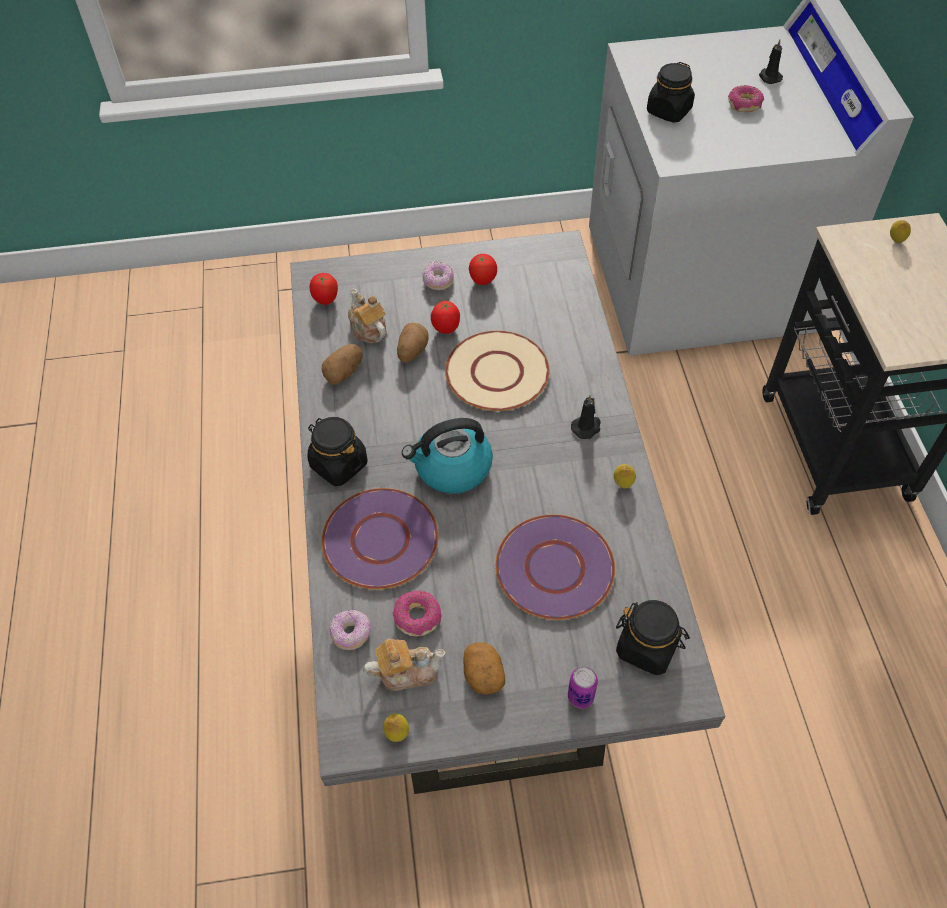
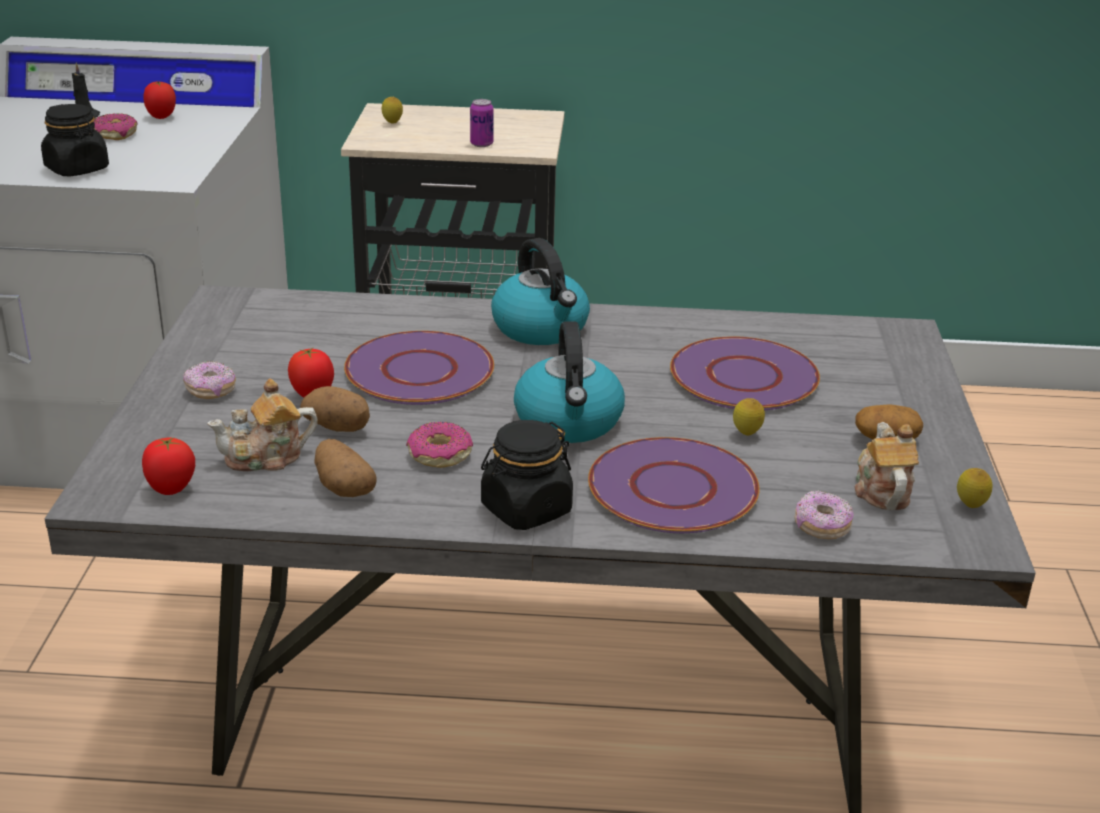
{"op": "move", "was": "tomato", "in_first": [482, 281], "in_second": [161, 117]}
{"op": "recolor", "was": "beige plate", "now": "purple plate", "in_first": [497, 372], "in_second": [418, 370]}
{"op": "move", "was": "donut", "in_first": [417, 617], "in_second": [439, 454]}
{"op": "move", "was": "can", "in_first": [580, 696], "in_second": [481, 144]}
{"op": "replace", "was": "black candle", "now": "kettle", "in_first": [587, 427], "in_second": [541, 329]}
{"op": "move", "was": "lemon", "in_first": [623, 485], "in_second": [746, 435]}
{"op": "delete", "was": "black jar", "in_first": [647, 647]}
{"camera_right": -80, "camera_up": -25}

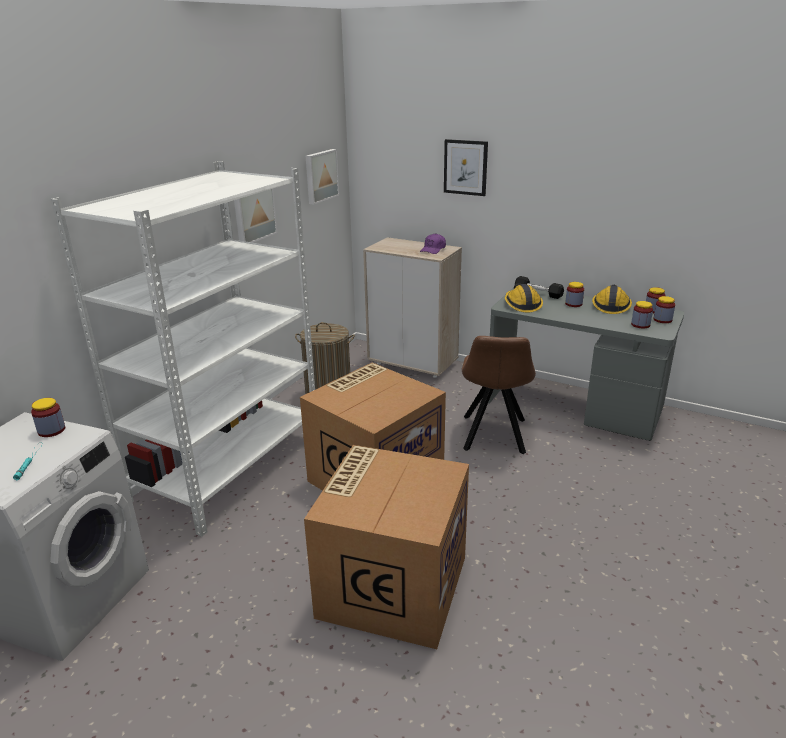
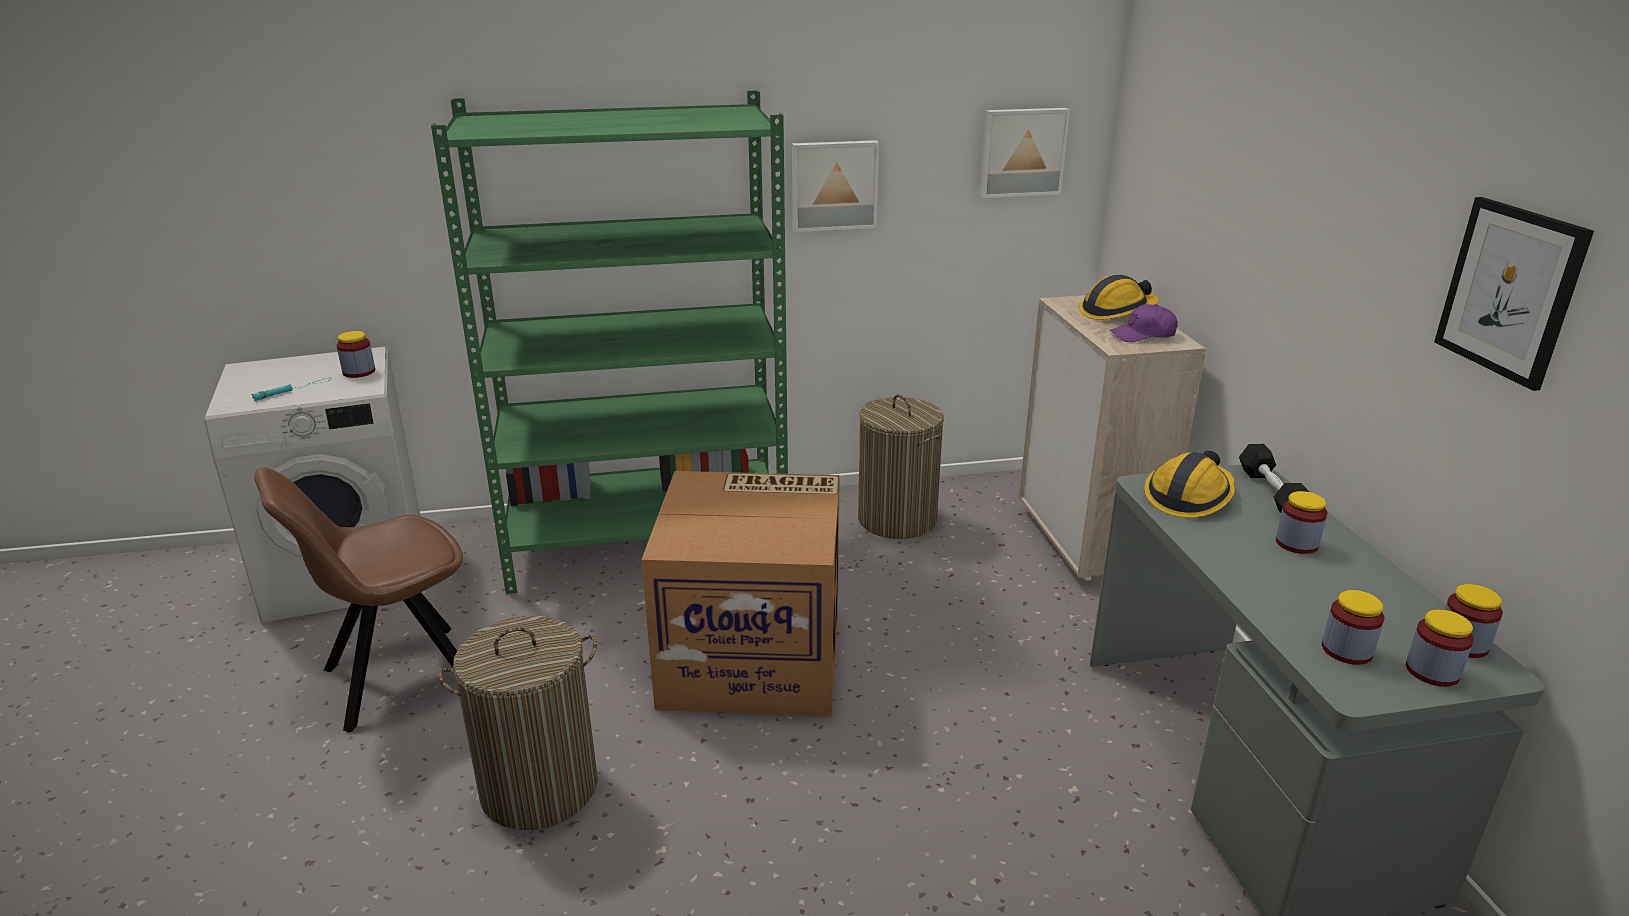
{"op": "move", "was": "brown chair", "in_first": [494, 435], "in_second": [400, 678]}
{"op": "recolor", "was": "white bookcase", "now": "green bookcase", "in_first": [230, 468], "in_second": [647, 541]}
{"op": "replace", "was": "cardboard box", "now": "laundry basket", "in_first": [392, 585], "in_second": [540, 787]}
{"op": "move", "was": "hard hat", "in_first": [611, 306], "in_second": [1116, 312]}
{"op": "move", "was": "picture", "in_first": [465, 167], "in_second": [1510, 291]}
{"camera_right": 50, "camera_up": 0}

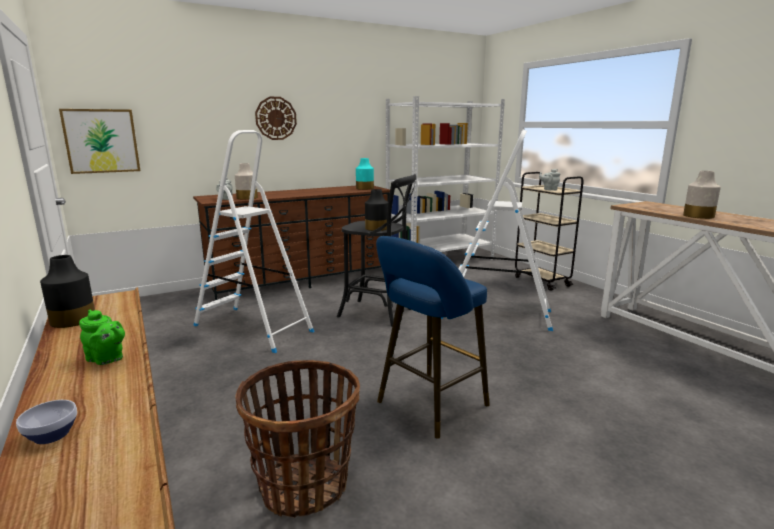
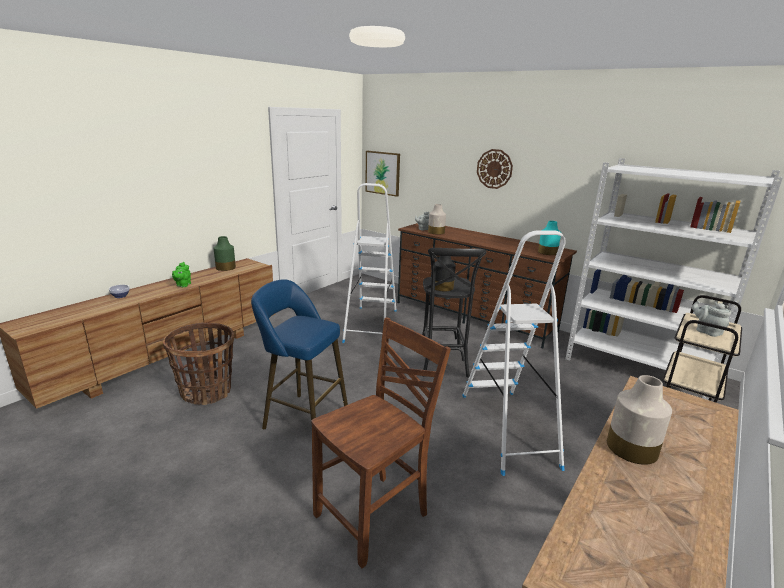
{"op": "recolor", "was": "black vase", "now": "green vase", "in_first": [72, 319], "in_second": [225, 267]}
{"op": "insert", "now": "brown chair", "in_second": [374, 516]}
{"camera_right": 65, "camera_up": 5}

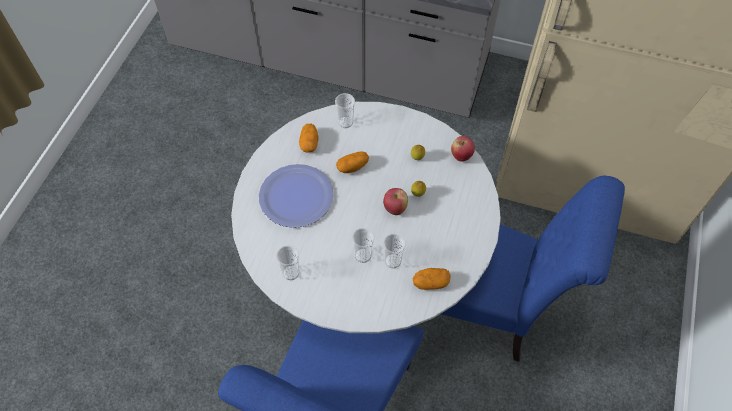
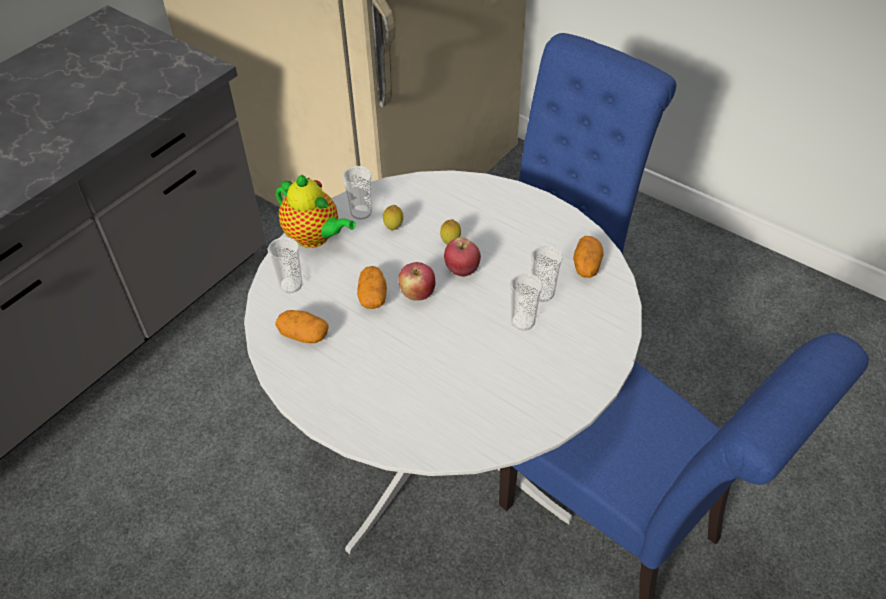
{"op": "insert", "now": "teapot", "in_second": [315, 237]}
{"op": "move", "was": "cup", "in_first": [291, 273], "in_second": [361, 212]}
{"op": "move", "was": "apple", "in_first": [461, 156], "in_second": [417, 294]}
{"op": "delete", "was": "plate", "in_first": [296, 196]}
{"camera_right": -70, "camera_up": -10}

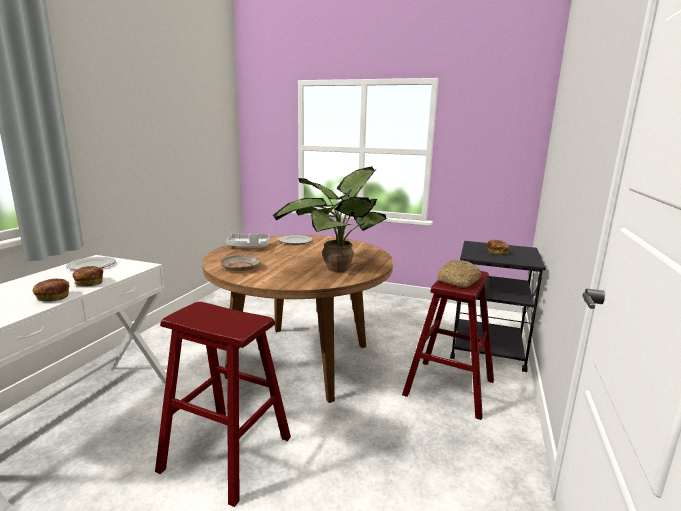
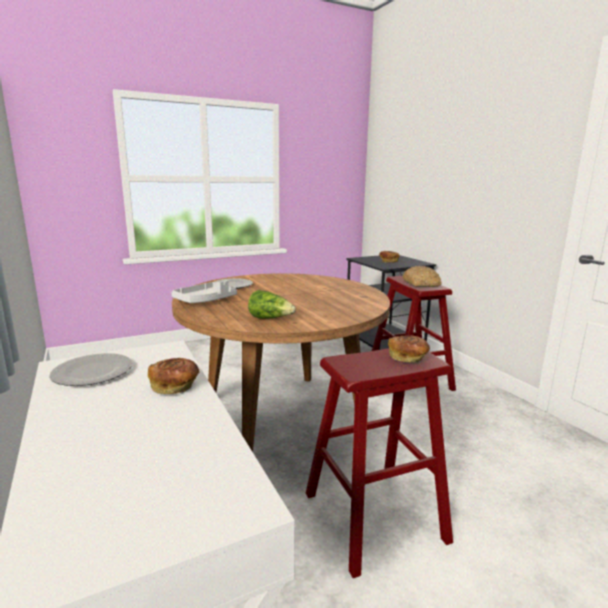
{"op": "replace", "was": "beige plate", "now": "lettuce", "in_first": [241, 268], "in_second": [270, 318]}
{"op": "move", "was": "bread", "in_first": [52, 297], "in_second": [408, 358]}
{"op": "delete", "was": "potted plant", "in_first": [333, 268]}
{"camera_right": -45, "camera_up": 0}

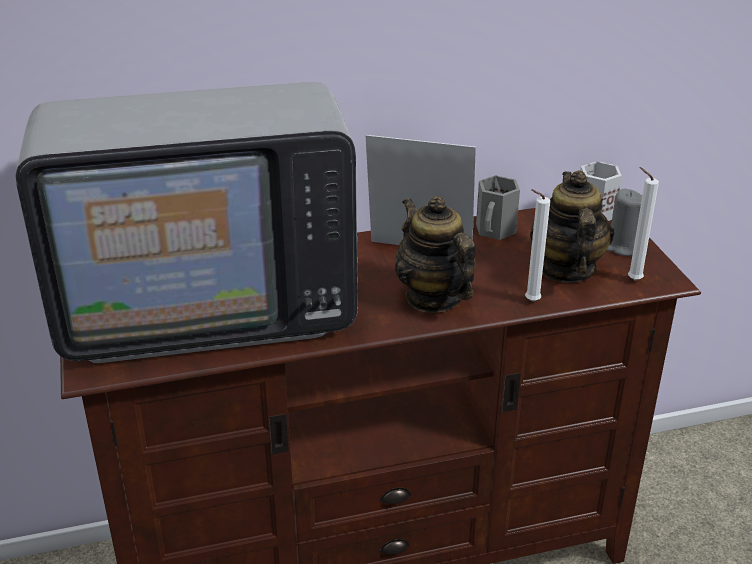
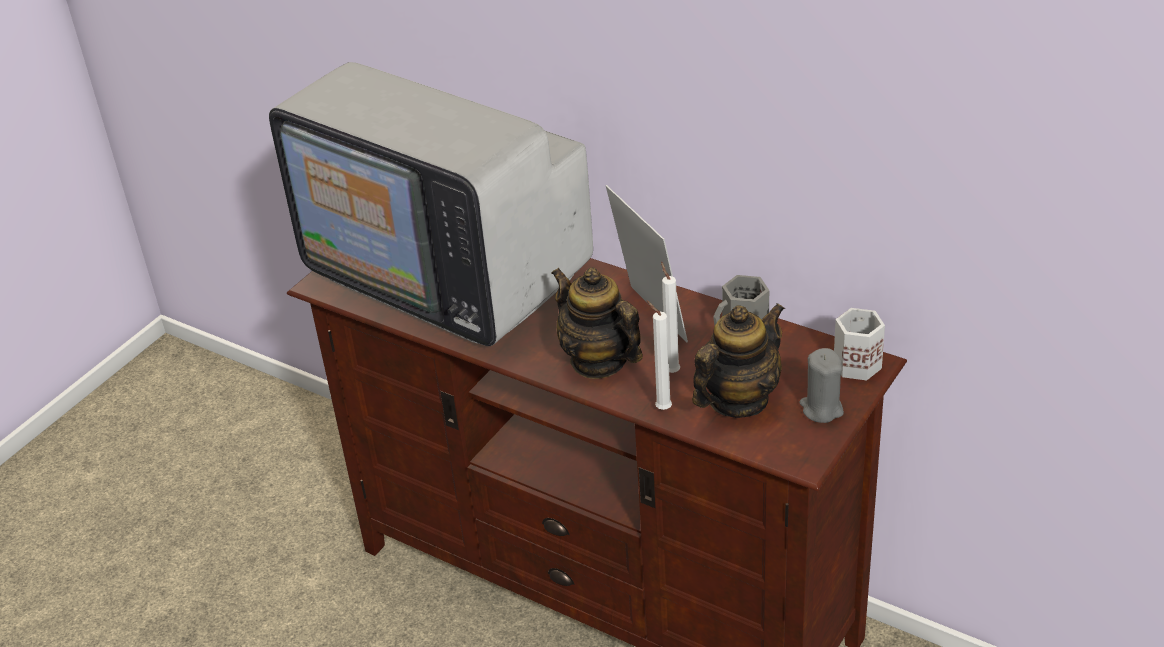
{"op": "rotate", "was": "teapot", "in_first": [433, 297], "in_second": [598, 361], "clockwise": -60}
{"op": "move", "was": "white candle", "in_first": [632, 280], "in_second": [671, 371]}
{"camera_right": 50, "camera_up": 5}

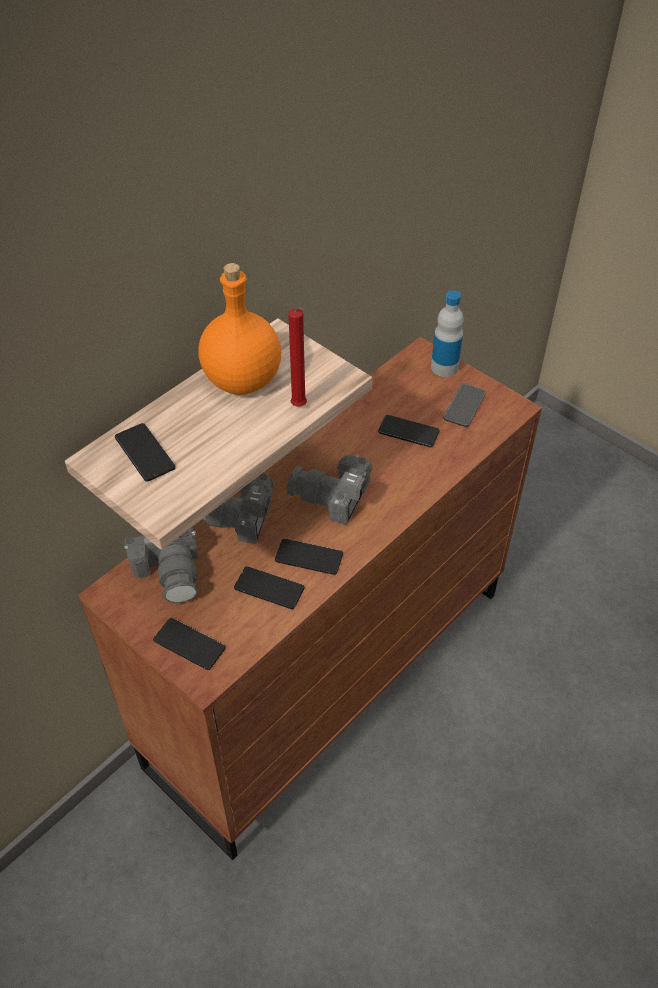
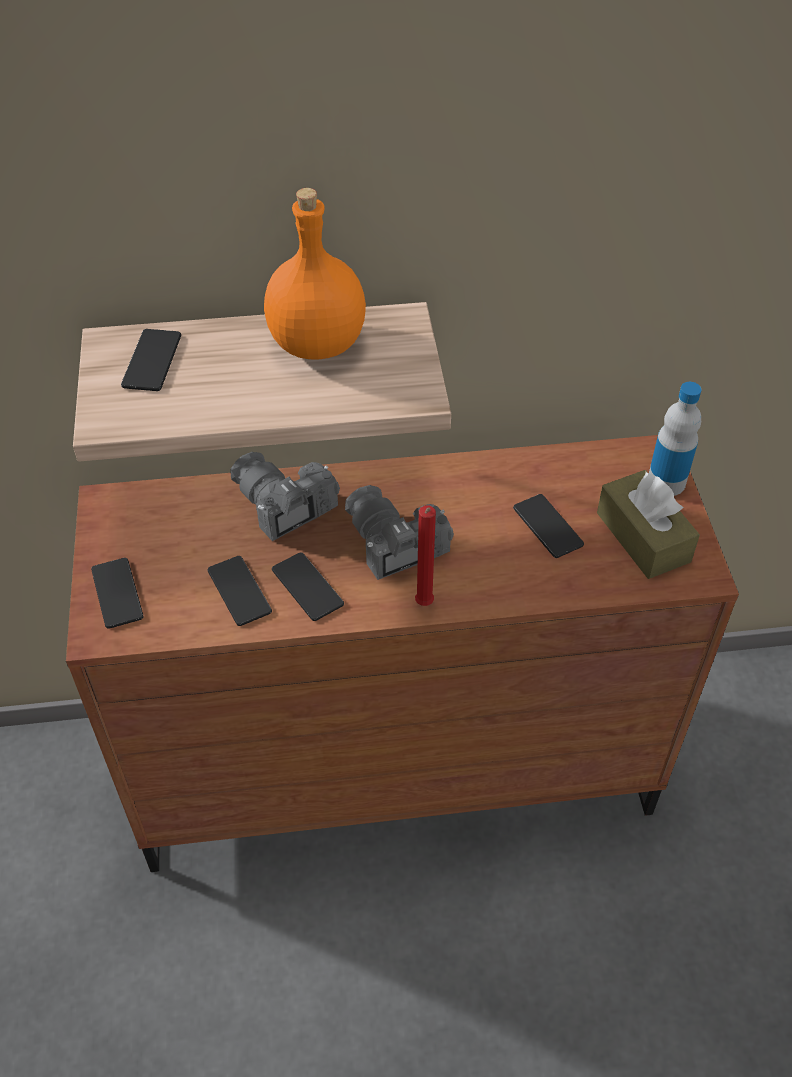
{"op": "move", "was": "red candle", "in_first": [300, 407], "in_second": [423, 605]}
{"op": "replace", "was": "phone", "now": "brown tissue box", "in_first": [464, 406], "in_second": [643, 537]}
{"op": "delete", "was": "photo camera", "in_first": [170, 570]}
{"camera_right": 40, "camera_up": 0}

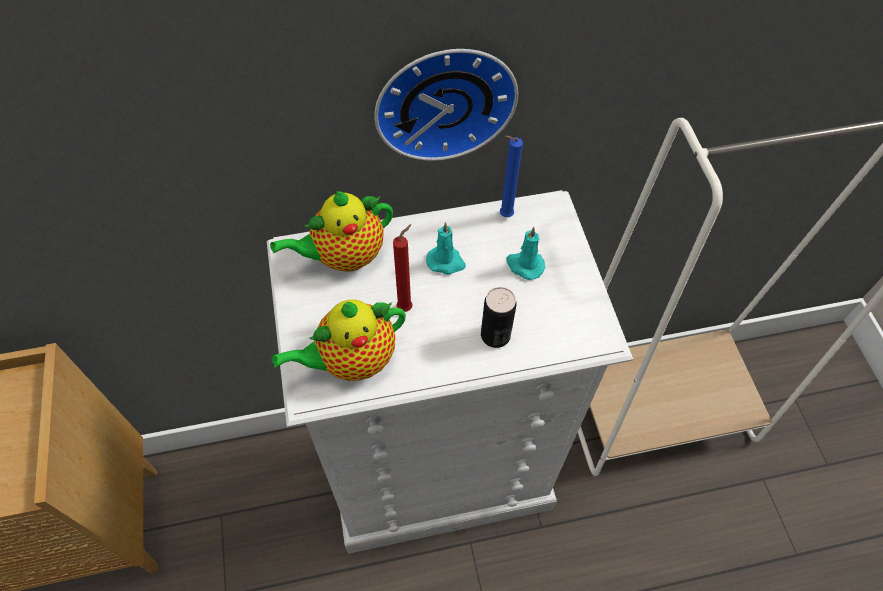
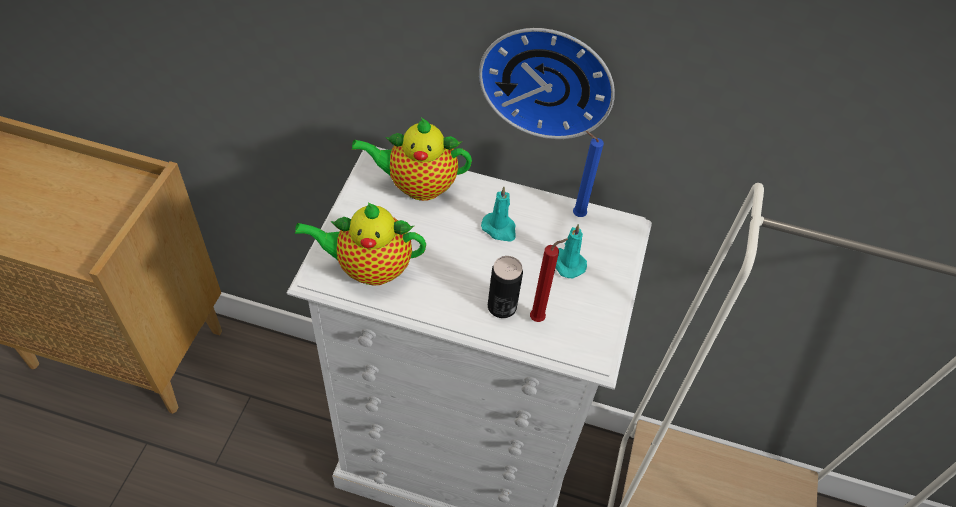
{"op": "move", "was": "red candle", "in_first": [406, 307], "in_second": [539, 318]}
{"camera_right": 25, "camera_up": -5}

